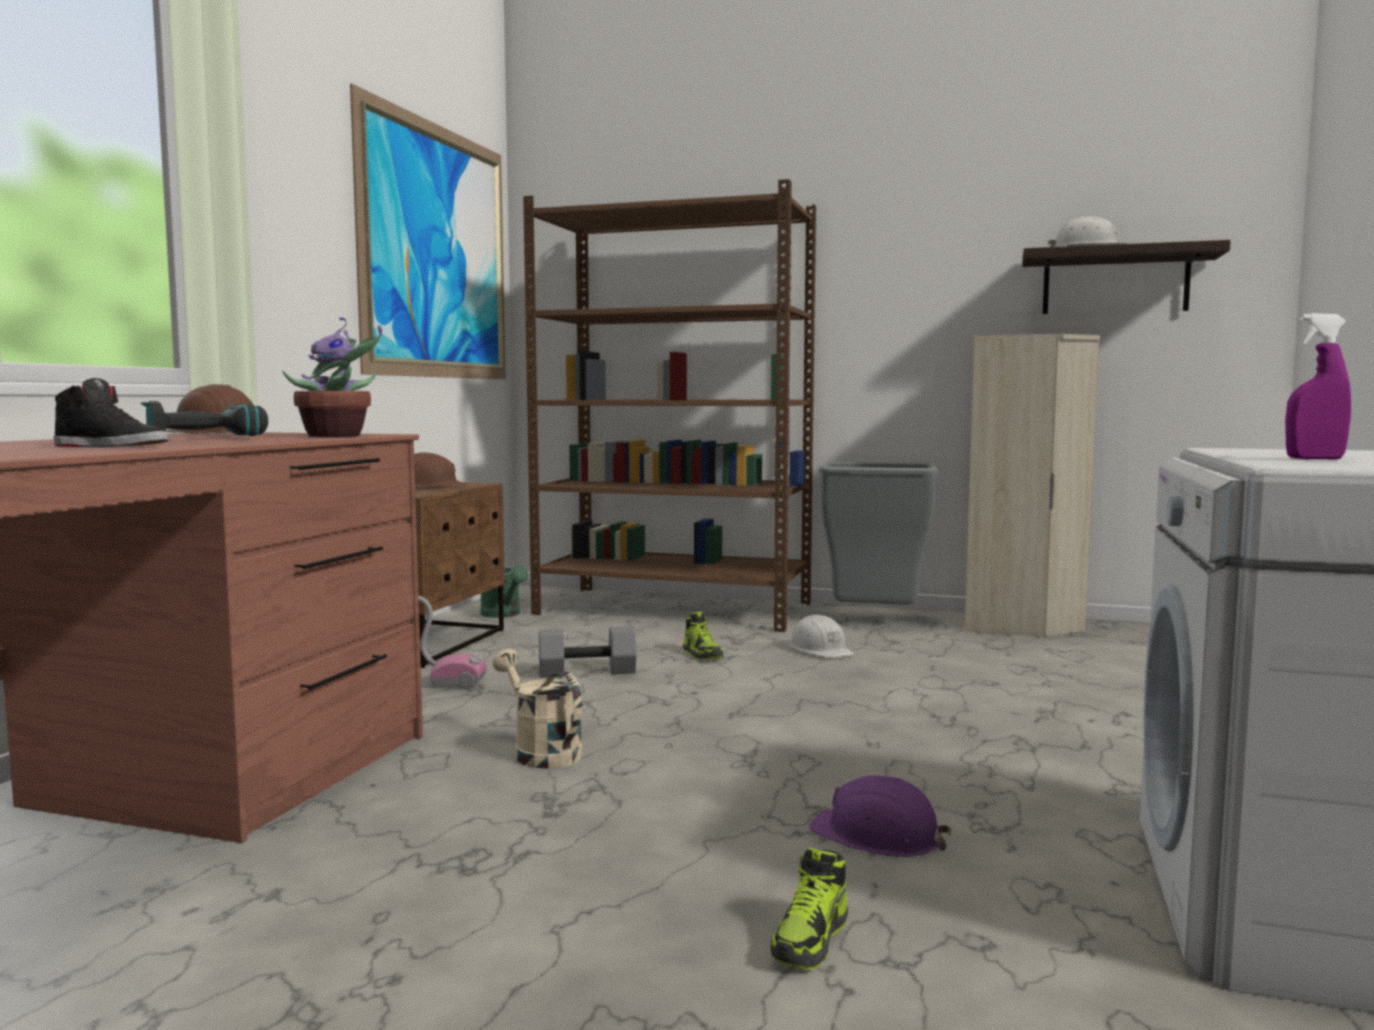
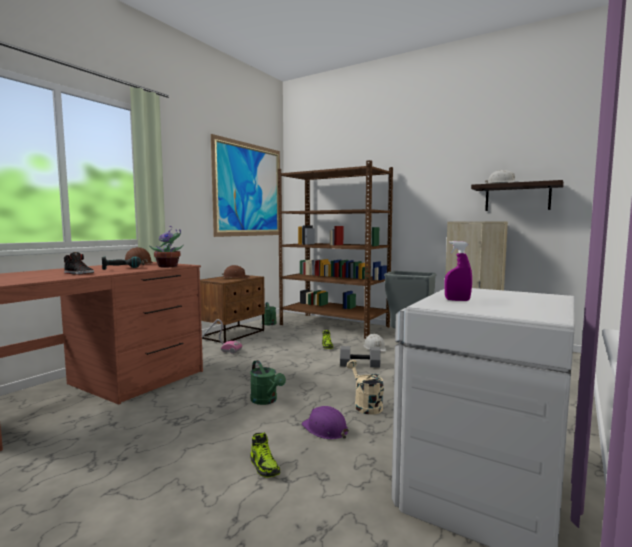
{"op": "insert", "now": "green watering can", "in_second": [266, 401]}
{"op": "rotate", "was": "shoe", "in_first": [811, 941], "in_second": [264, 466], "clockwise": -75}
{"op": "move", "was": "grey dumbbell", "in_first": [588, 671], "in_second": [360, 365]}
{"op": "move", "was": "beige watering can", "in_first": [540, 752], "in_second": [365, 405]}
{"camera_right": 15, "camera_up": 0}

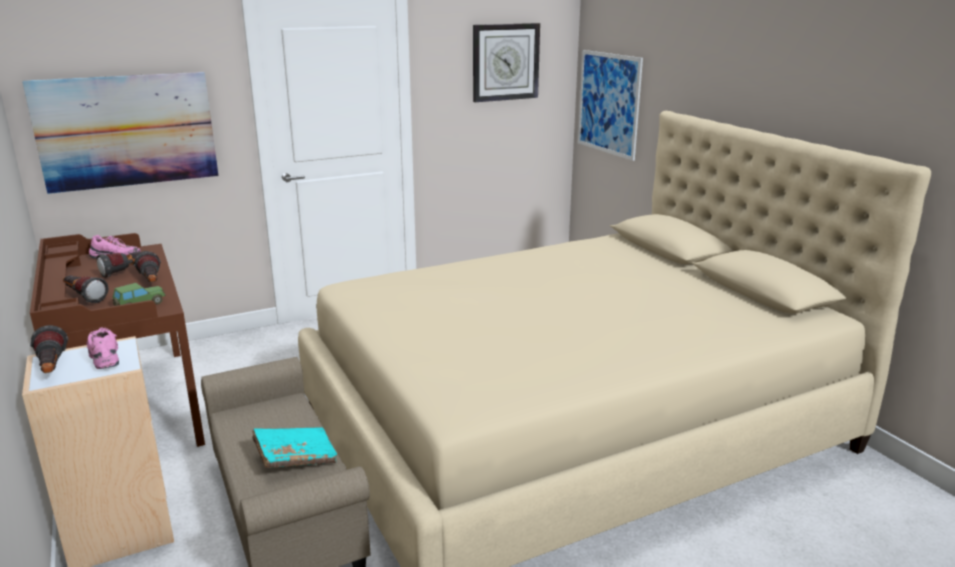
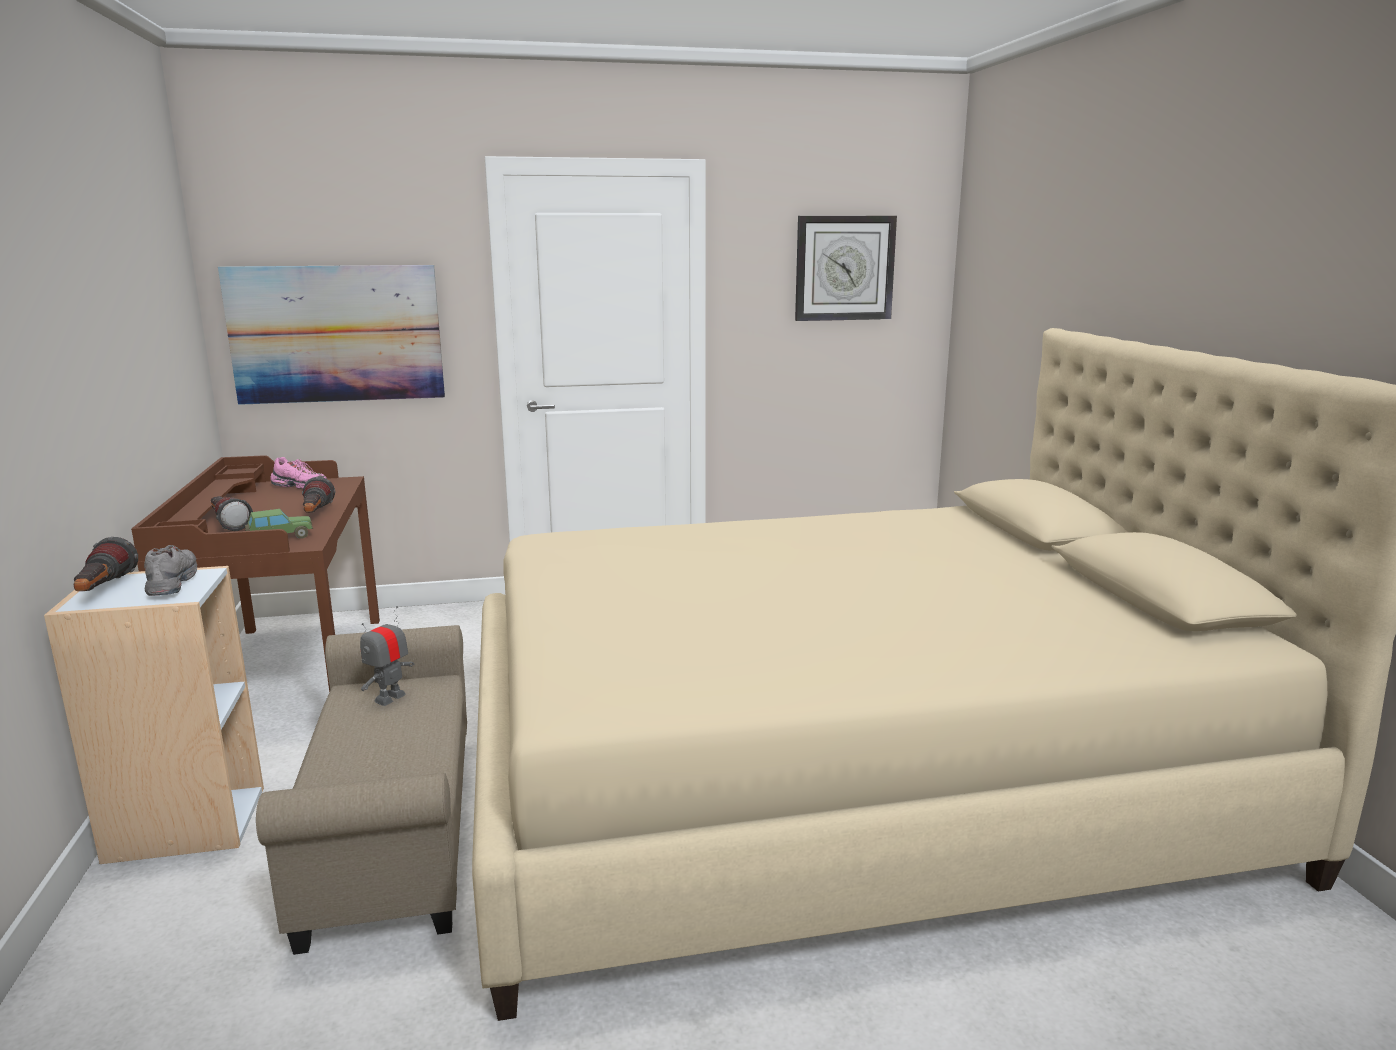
{"op": "recolor", "was": "pink shoe", "now": "grey shoe", "in_first": [105, 357], "in_second": [172, 584]}
{"op": "insert", "now": "toy robot", "in_second": [390, 698]}
{"op": "delete", "was": "flashlight", "in_first": [128, 271]}
{"op": "delete", "was": "turquoise book", "in_first": [296, 458]}
{"op": "delete", "was": "picture", "in_first": [608, 103]}
{"camera_right": 15, "camera_up": -5}

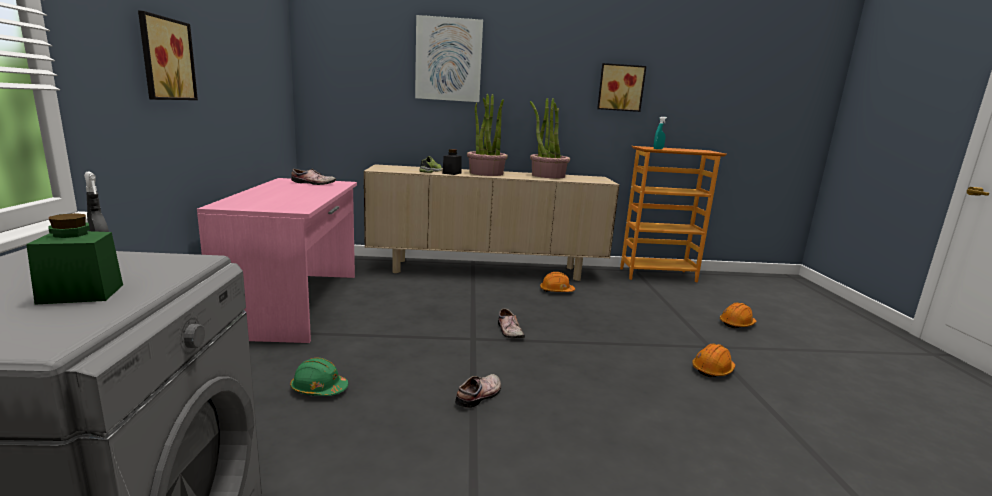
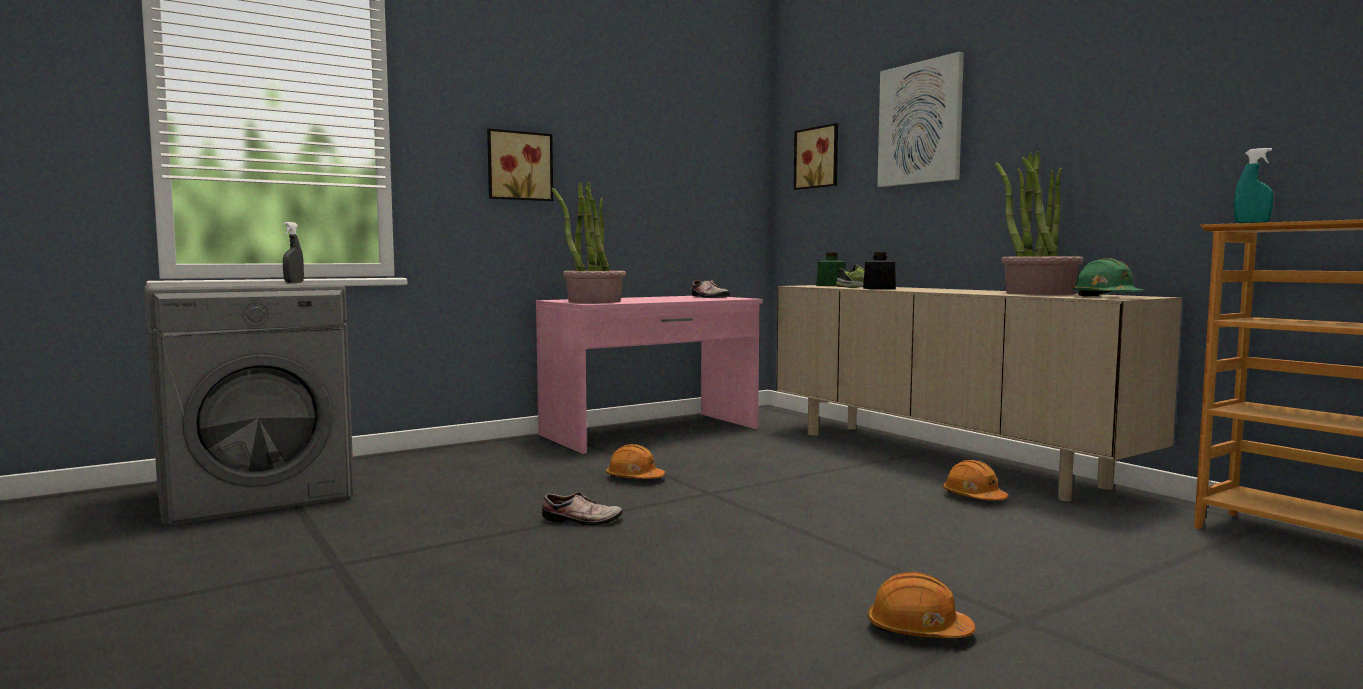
{"op": "move", "was": "potted plant", "in_first": [486, 173], "in_second": [593, 301]}
{"op": "move", "was": "orange hard hat", "in_first": [737, 324], "in_second": [634, 478]}
{"op": "move", "was": "picture", "in_first": [620, 87], "in_second": [818, 157]}
{"op": "move", "was": "green jar", "in_first": [81, 294], "in_second": [831, 285]}
{"op": "move", "was": "green hard hat", "in_first": [319, 389], "in_second": [1106, 297]}
{"op": "delete", "was": "shoe", "in_first": [508, 331]}
{"camera_right": 60, "camera_up": -10}

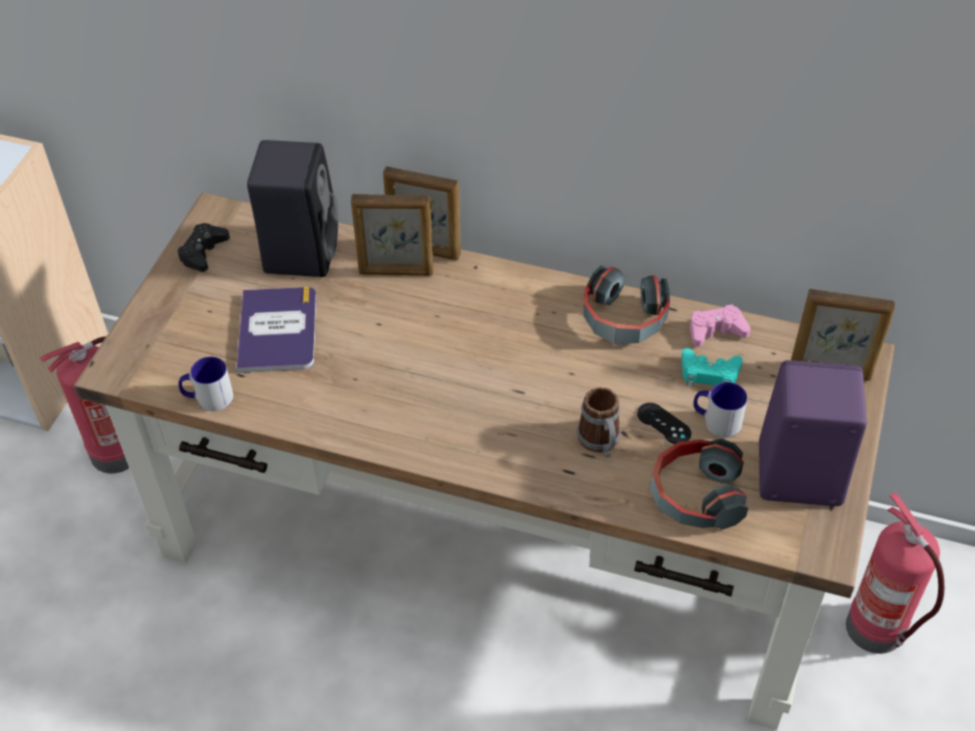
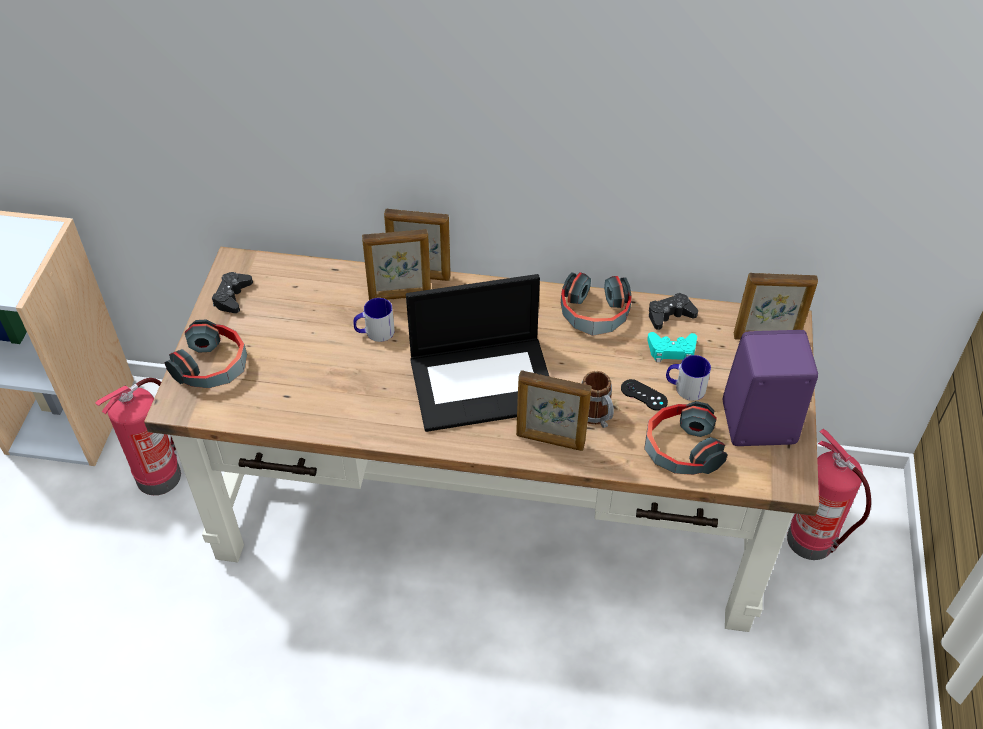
{"op": "insert", "now": "headphones", "in_second": [213, 366]}
{"op": "move", "was": "mug", "in_first": [208, 398], "in_second": [374, 332]}
{"op": "insert", "now": "laptop", "in_second": [484, 382]}
{"op": "insert", "now": "picture frame", "in_second": [550, 440]}
{"op": "recolor", "was": "pink game controller", "now": "black game controller", "in_first": [716, 331], "in_second": [670, 315]}
{"op": "delete", "was": "book", "in_first": [278, 330]}
{"op": "delete", "was": "black speaker", "in_first": [301, 249]}
{"camera_right": -10, "camera_up": 0}

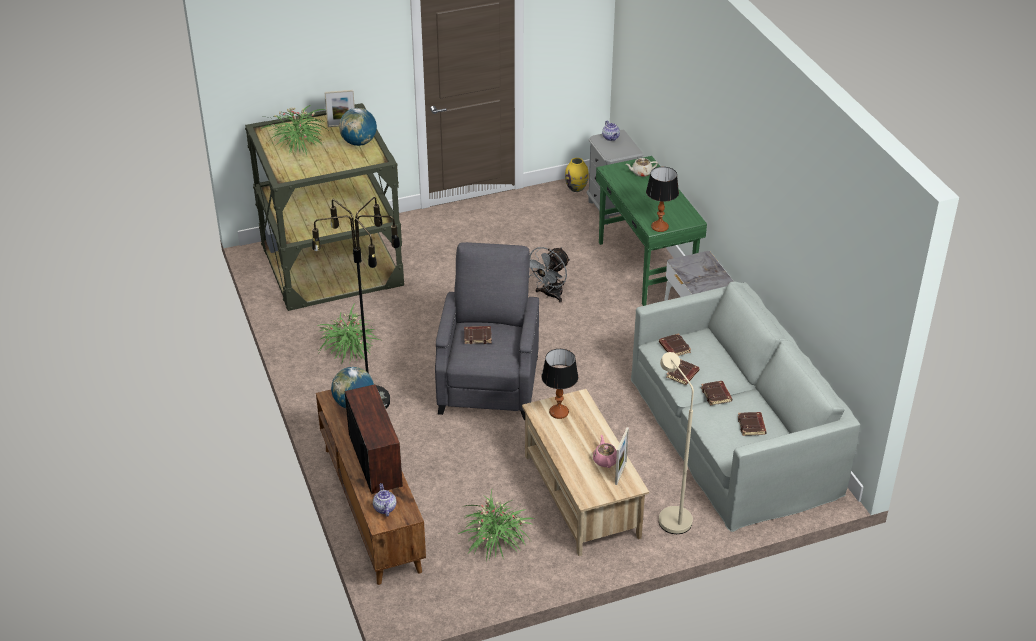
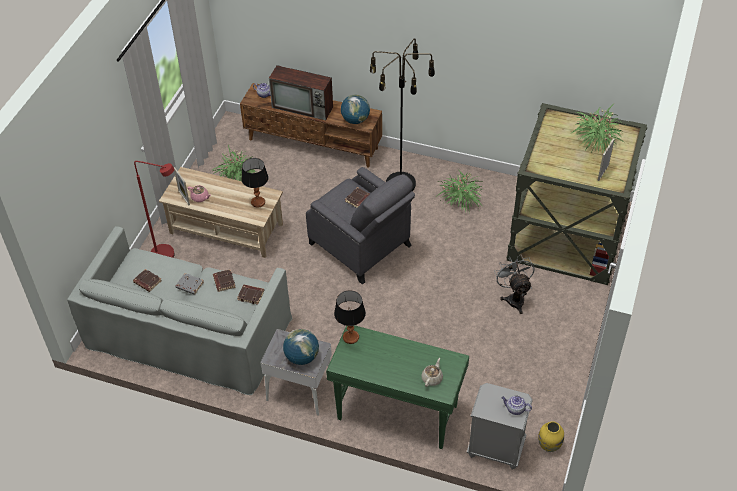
{"op": "recolor", "was": "beige floor lamp", "now": "red floor lamp", "in_first": [670, 515], "in_second": [169, 256]}
{"op": "recolor", "was": "brown book", "now": "grey book", "in_first": [716, 395], "in_second": [189, 285]}
{"op": "move", "was": "globe", "in_first": [359, 143], "in_second": [302, 357]}
{"op": "move", "was": "grey fan", "in_first": [550, 295], "in_second": [514, 298]}
{"camera_right": 130, "camera_up": 10}

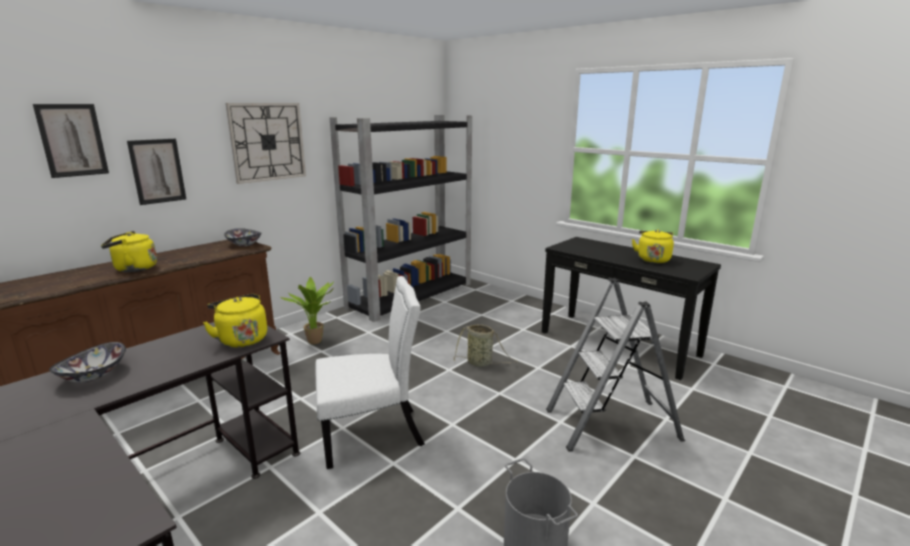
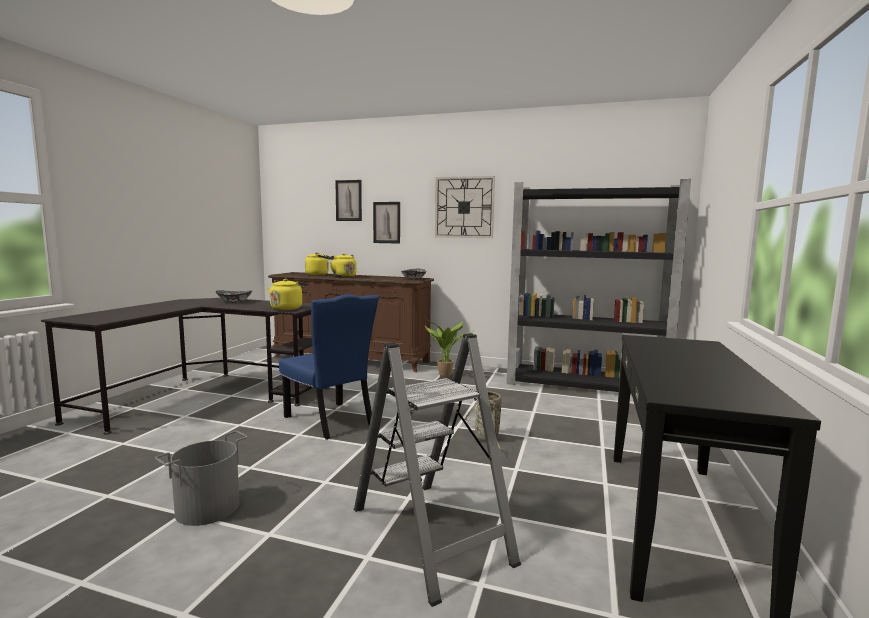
{"op": "recolor", "was": "white chair", "now": "blue chair", "in_first": [370, 435], "in_second": [330, 420]}
{"op": "move", "was": "yellow kettle", "in_first": [652, 259], "in_second": [318, 274]}
{"camera_right": 65, "camera_up": -10}

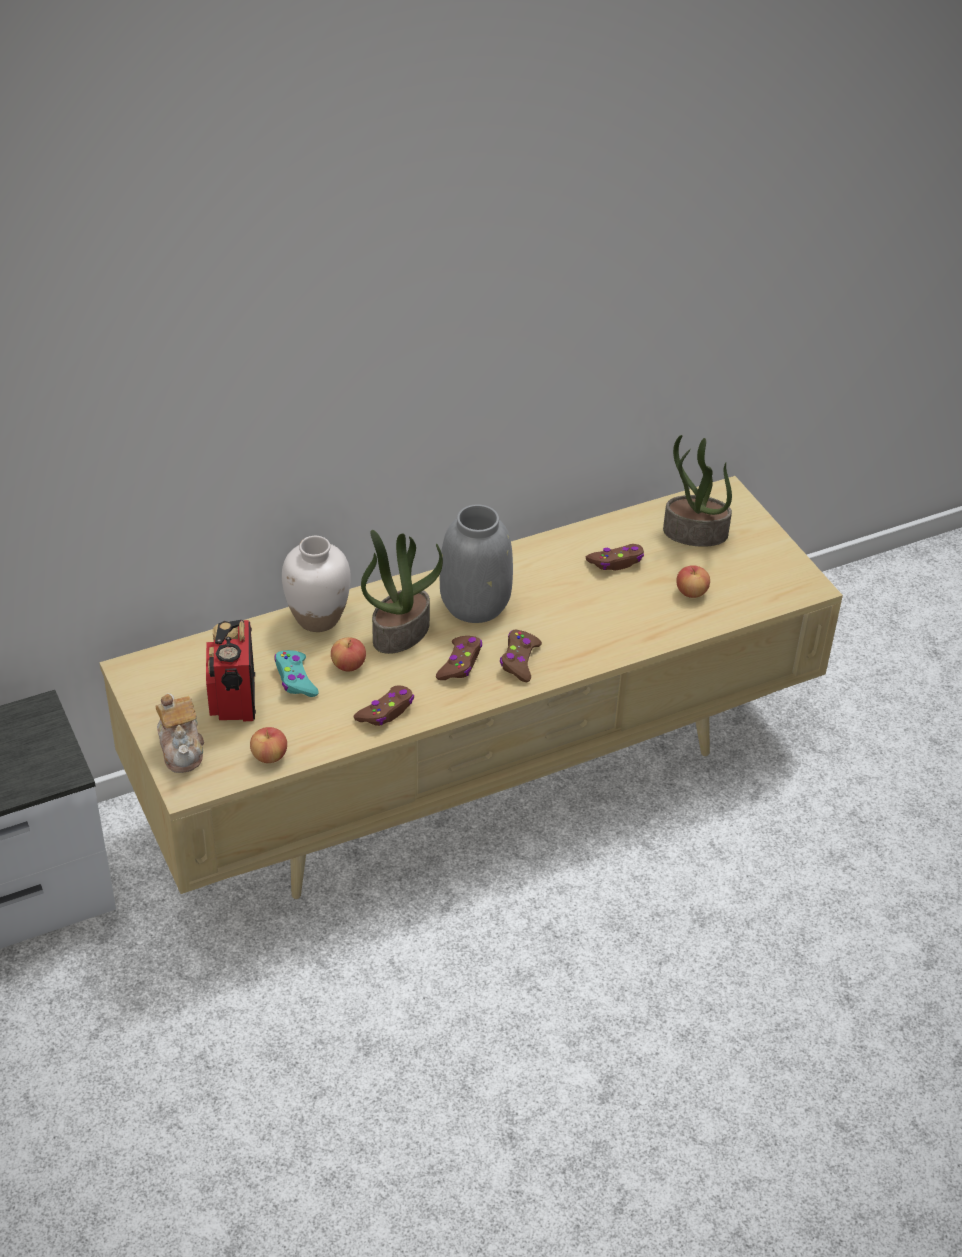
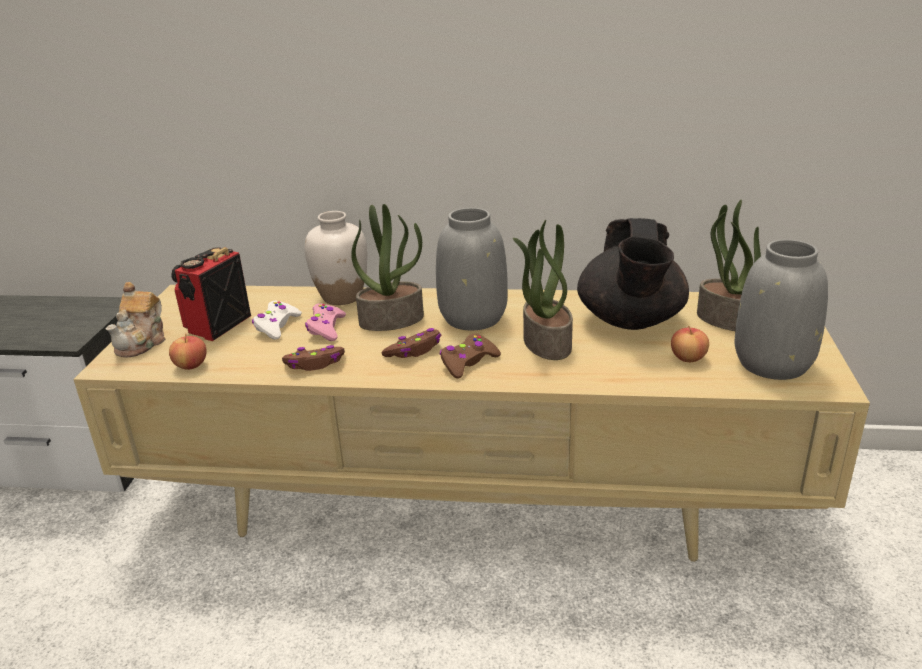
{"op": "recolor", "was": "turquoise game controller", "now": "white game controller", "in_first": [295, 679], "in_second": [277, 326]}
{"op": "replace", "was": "apple", "now": "pink game controller", "in_first": [348, 665], "in_second": [326, 328]}
{"op": "insert", "now": "potted plant", "in_second": [545, 343]}
{"op": "replace", "was": "brown game controller", "now": "black teapot", "in_first": [616, 562], "in_second": [630, 321]}
{"op": "insert", "now": "grey vase", "in_second": [771, 363]}
{"camera_right": 35, "camera_up": -15}

